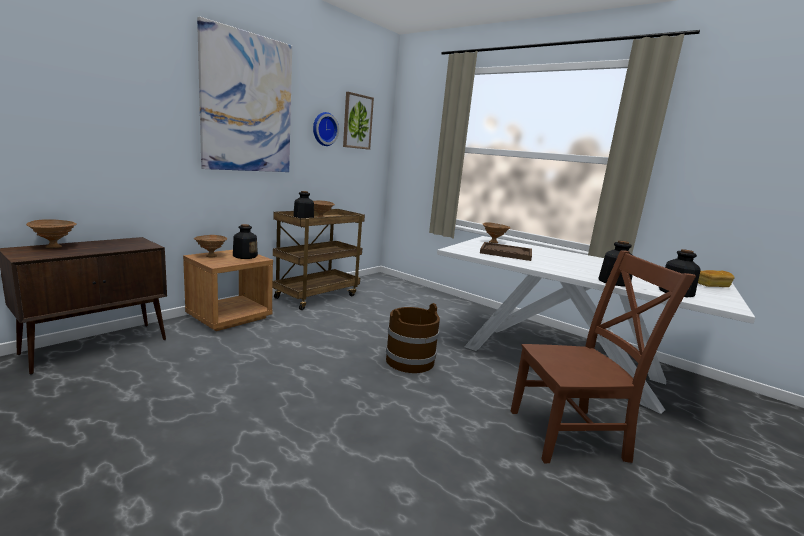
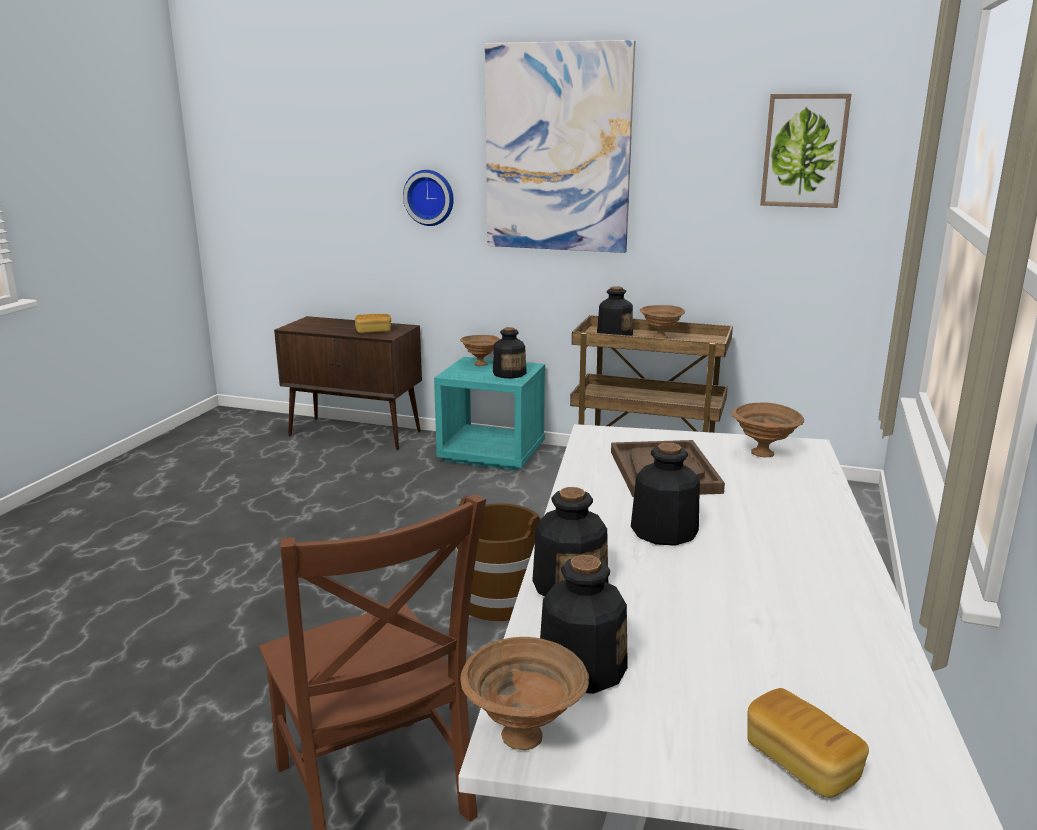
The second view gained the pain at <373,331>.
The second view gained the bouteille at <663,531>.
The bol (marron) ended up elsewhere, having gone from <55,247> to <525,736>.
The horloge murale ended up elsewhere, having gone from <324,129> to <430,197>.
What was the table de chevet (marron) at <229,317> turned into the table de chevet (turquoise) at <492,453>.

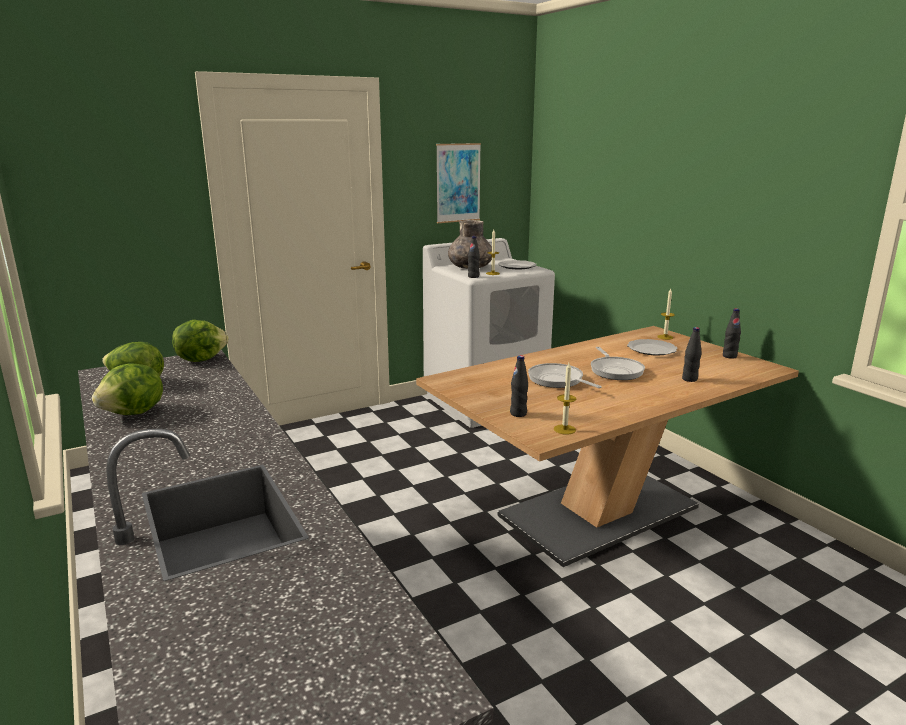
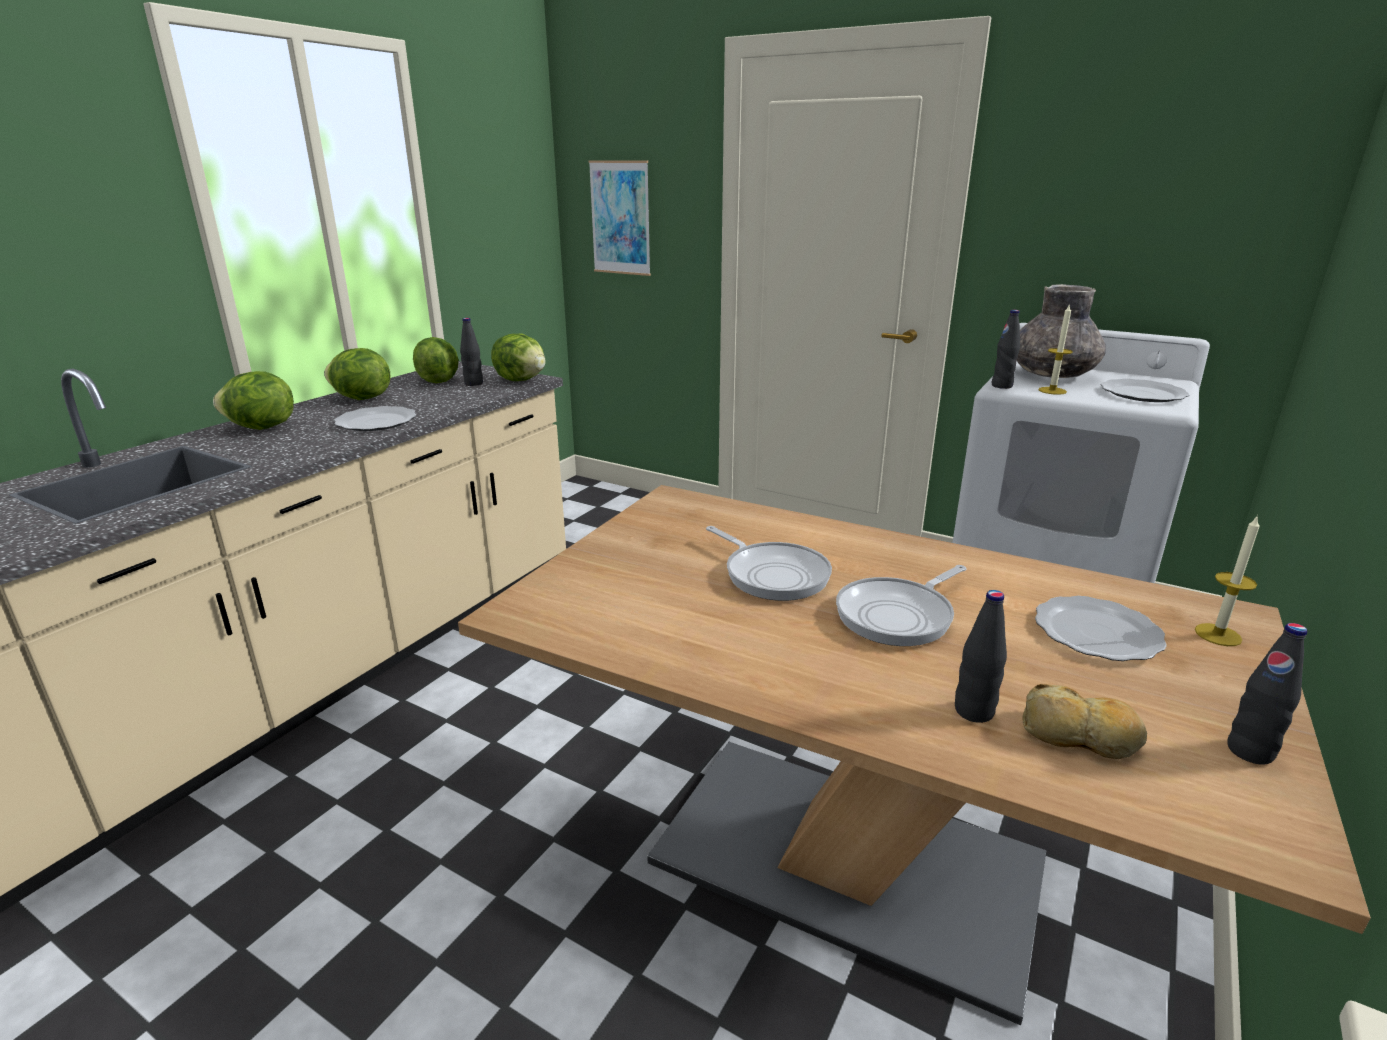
The second view lost the bougie at <564,429>.
The second view gained the laitue at <261,428>.
The second view gained the assiette at <375,422>.
The second view gained the pain at <1080,736>.
The tableau ended up elsewhere, having gone from <458,183> to <620,218>.
The bouteille (noir) ended up elsewhere, having gone from <518,414> to <474,383>.
The poêle at <558,380> ended up facing another way, 120 degrees clockwise from before.

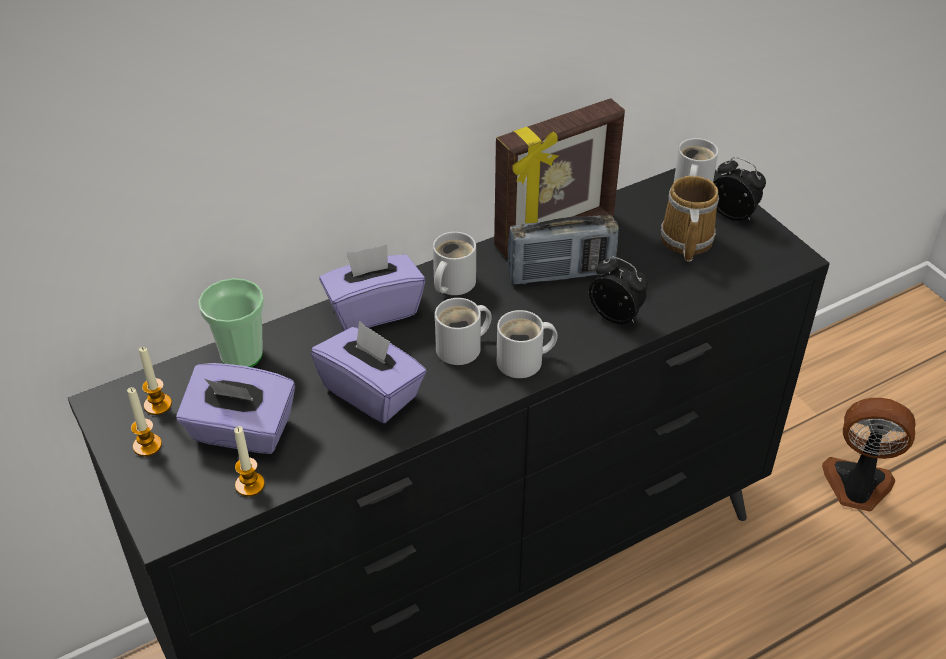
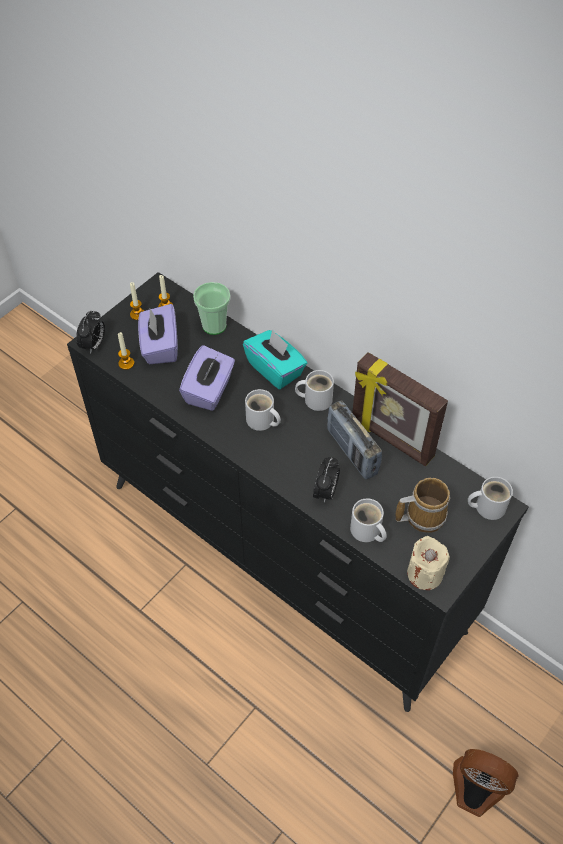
The second view gained the bougie (beige) at <424,574>.
The mug (blanc) ended up elsewhere, having gone from <524,362> to <366,532>.
The réveil ended up elsewhere, having gone from <733,214> to <94,345>.
What was the boîte à mouchoirs (violet) at <373,310> turned into the boîte à mouchoirs (turquoise) at <275,369>.
The ventilateur at <856,486> ended up facing another way, 60 degrees counterclockwise from before.

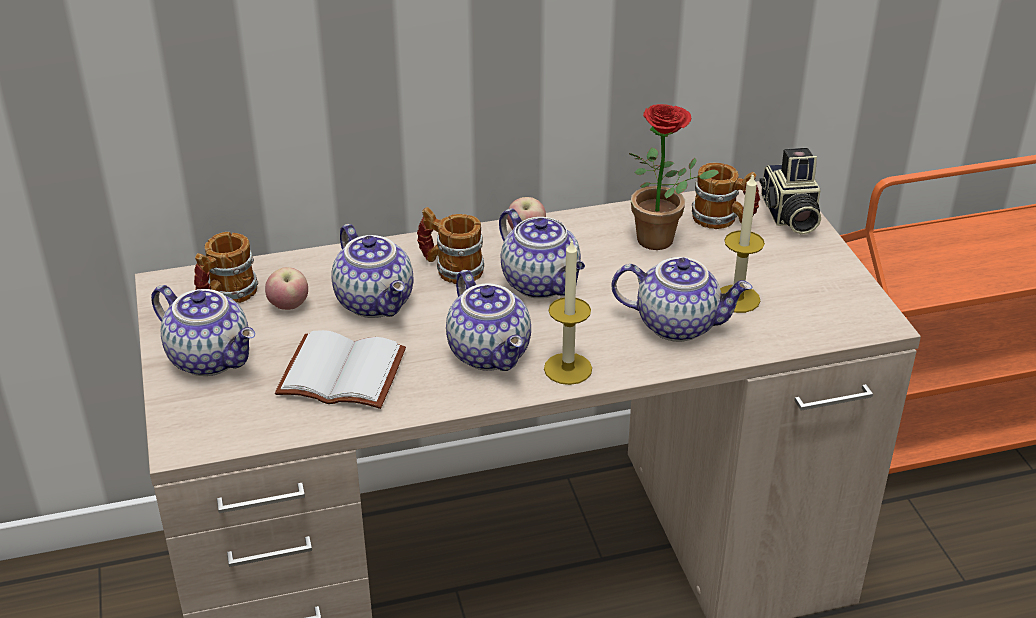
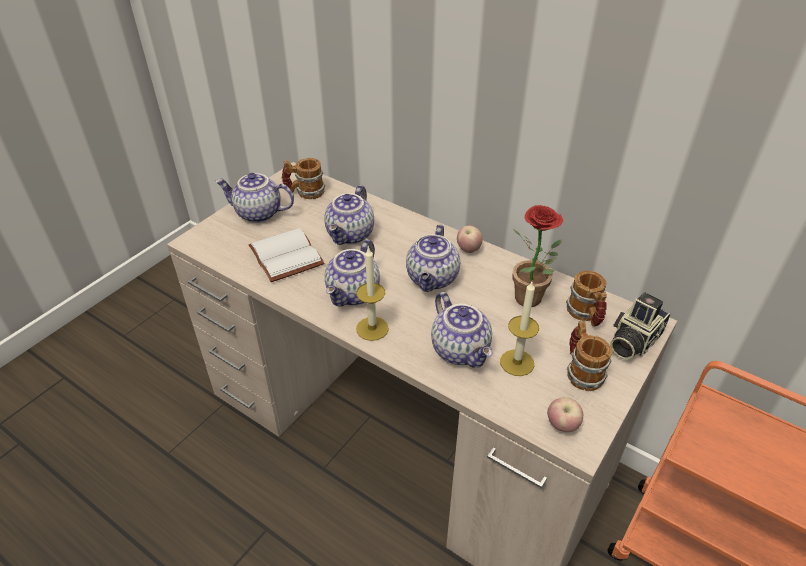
The pomme ended up elsewhere, having gone from <289,306> to <562,425>.
The mug ended up elsewhere, having gone from <451,268> to <581,370>.
The théière at <212,358> ended up facing another way, 105 degrees clockwise from before.

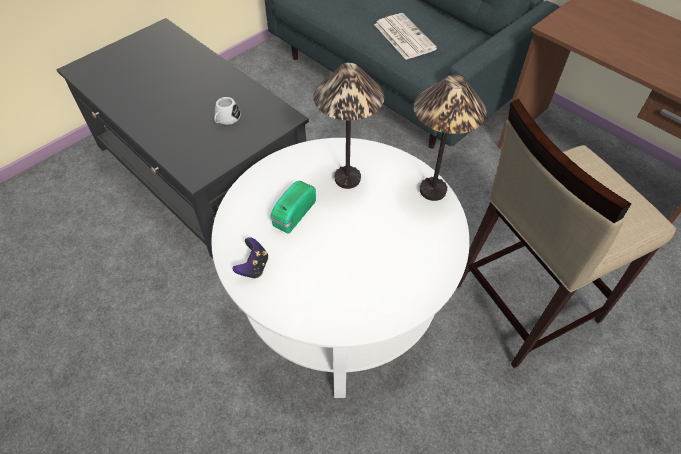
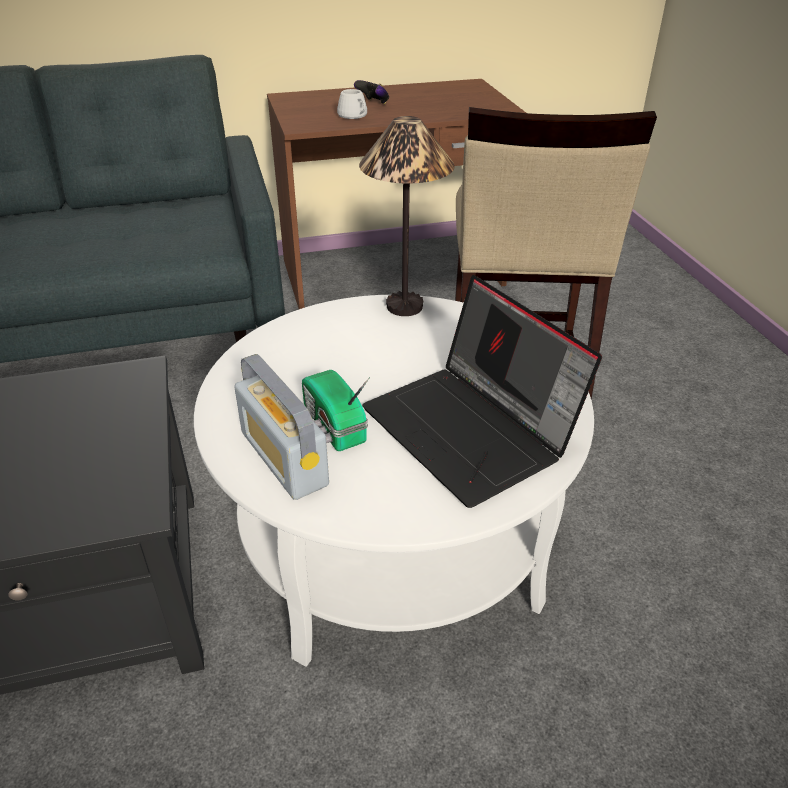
The second view lost the lampe de table at <348,178>.
The second view lost the journal at <403,36>.
The second view gained the radio at <284,458>.
The second view gained the ordinateur portable at <472,431>.
The mug (blanc) ended up elsewhere, having gone from <226,119> to <354,116>.
The manette ended up elsewhere, having gone from <253,267> to <373,103>.

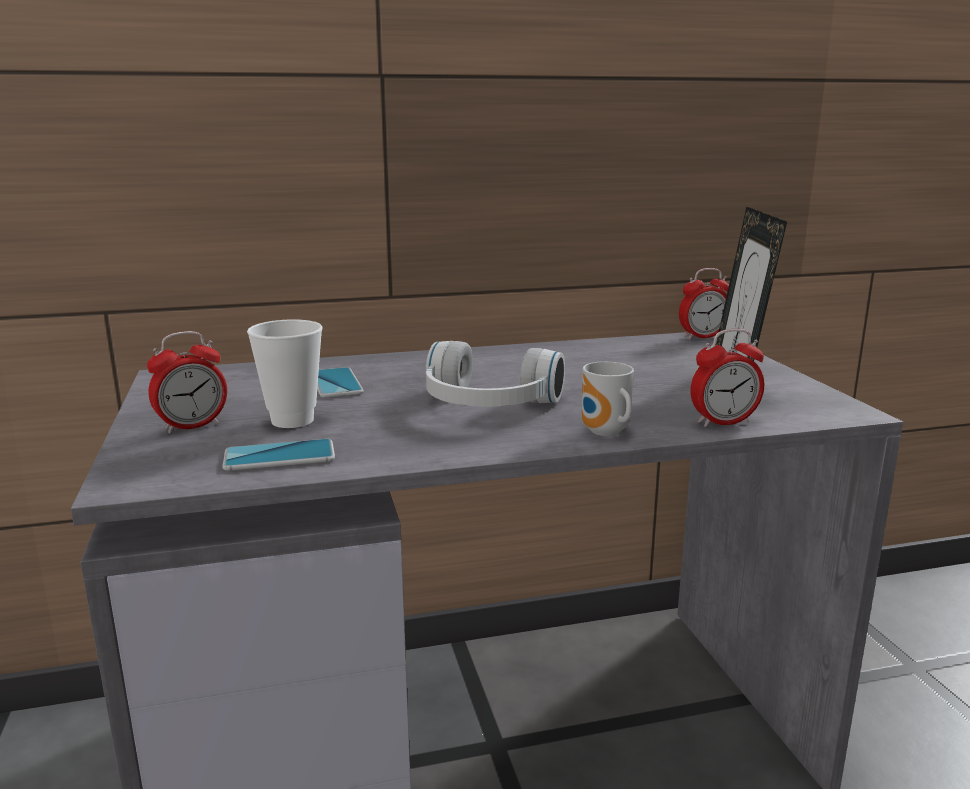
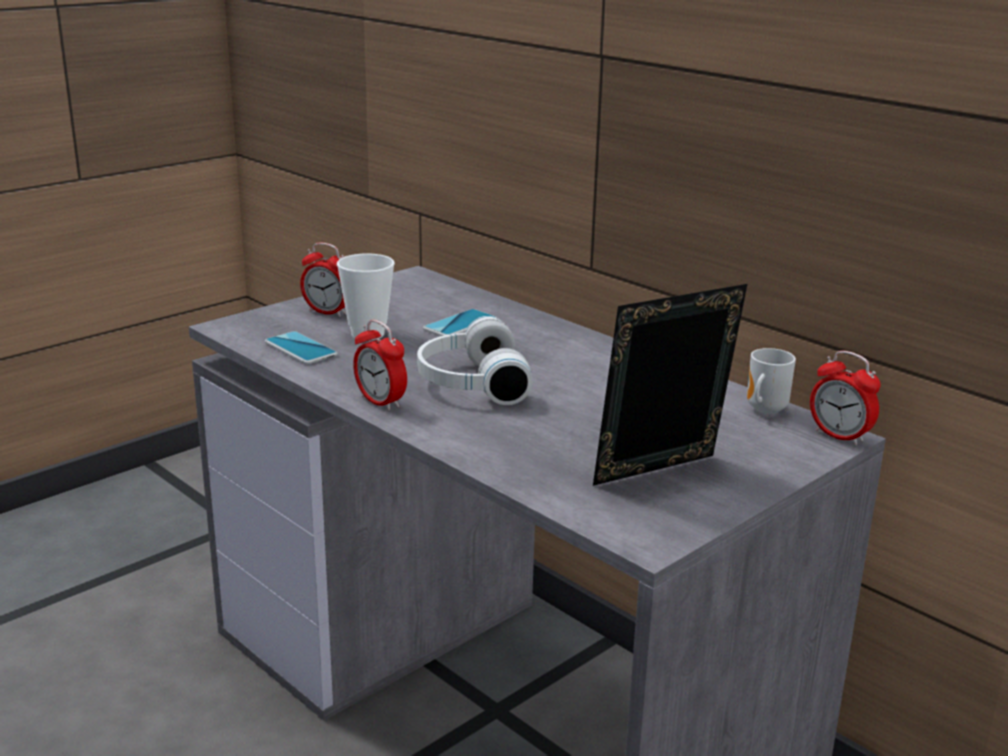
The mug ended up elsewhere, having gone from <605,433> to <763,410>.
The réveil ended up elsewhere, having gone from <723,422> to <380,402>.

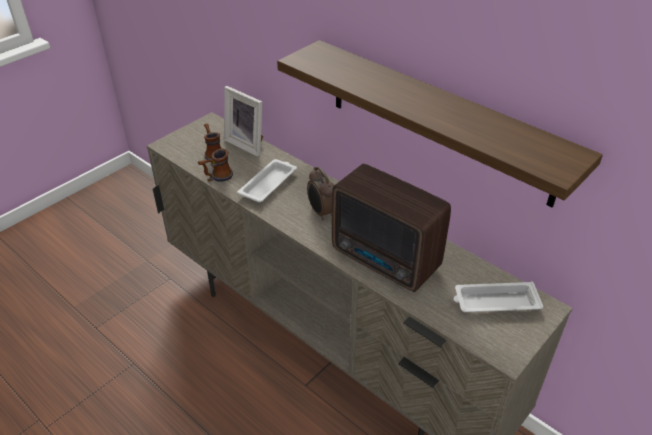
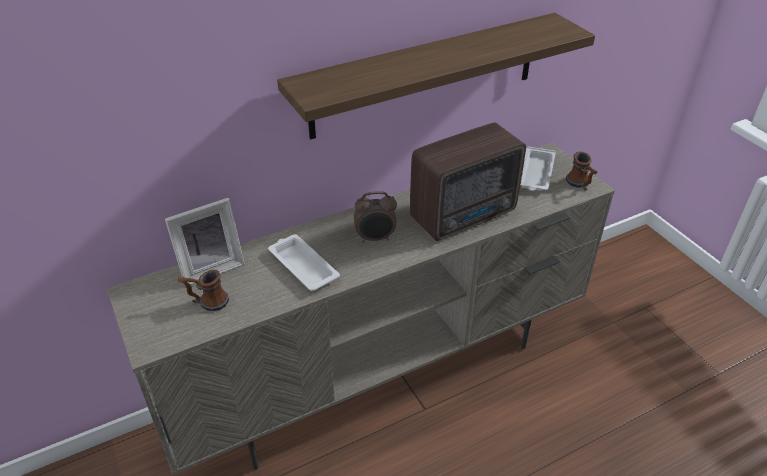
The mug ended up elsewhere, having gone from <217,177> to <580,185>.

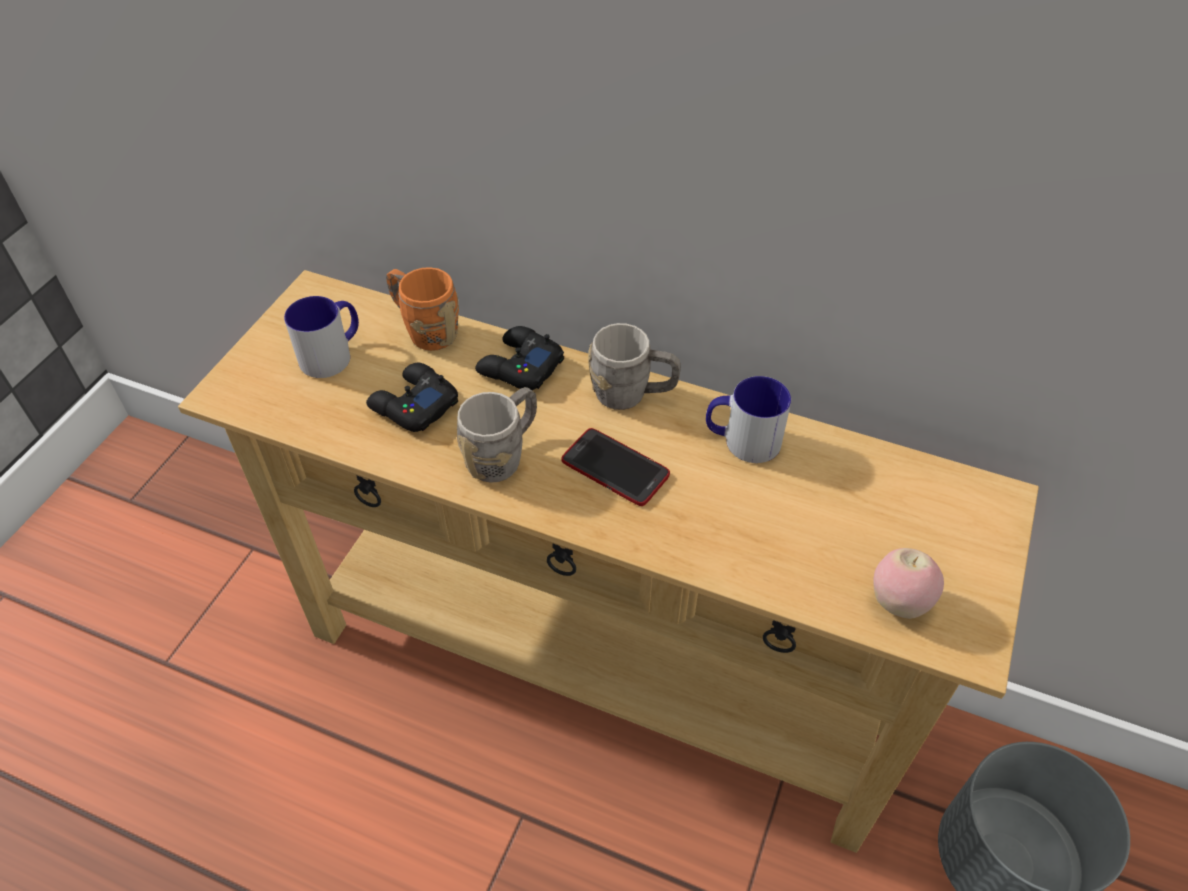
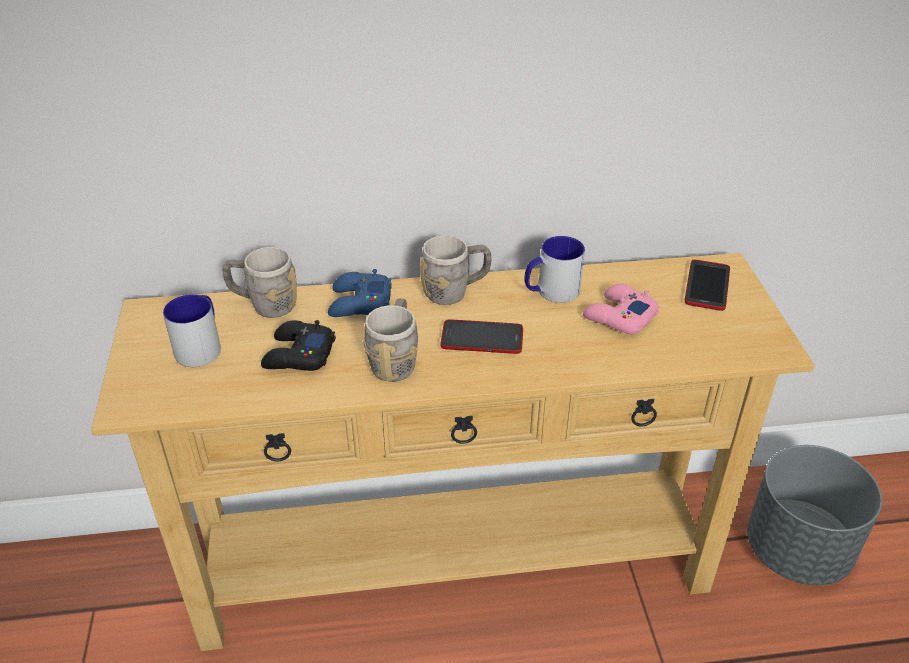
The second view lost the pomme at <898,602>.
The second view gained the manette (rose) at <619,316>.
The second view gained the téléphone at <707,286>.
What was the mug (orange) at <425,330> turned into the mug (gris) at <264,305>.
What was the manette (noir) at <519,367> turned into the manette (bleu) at <359,303>.

